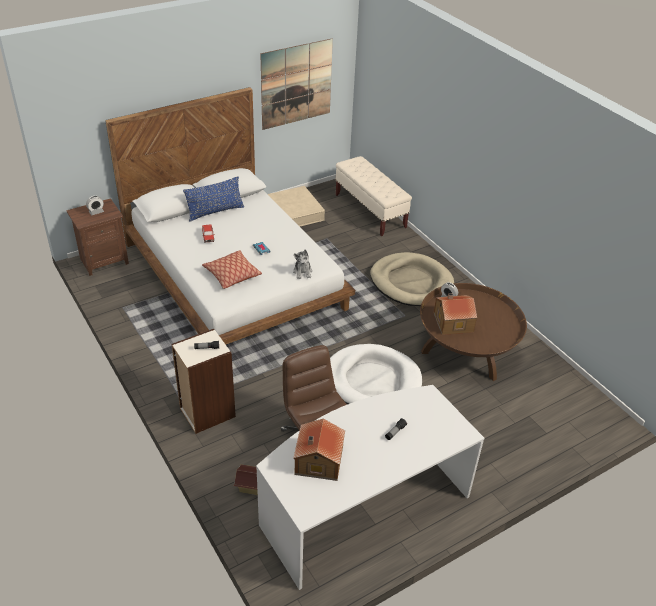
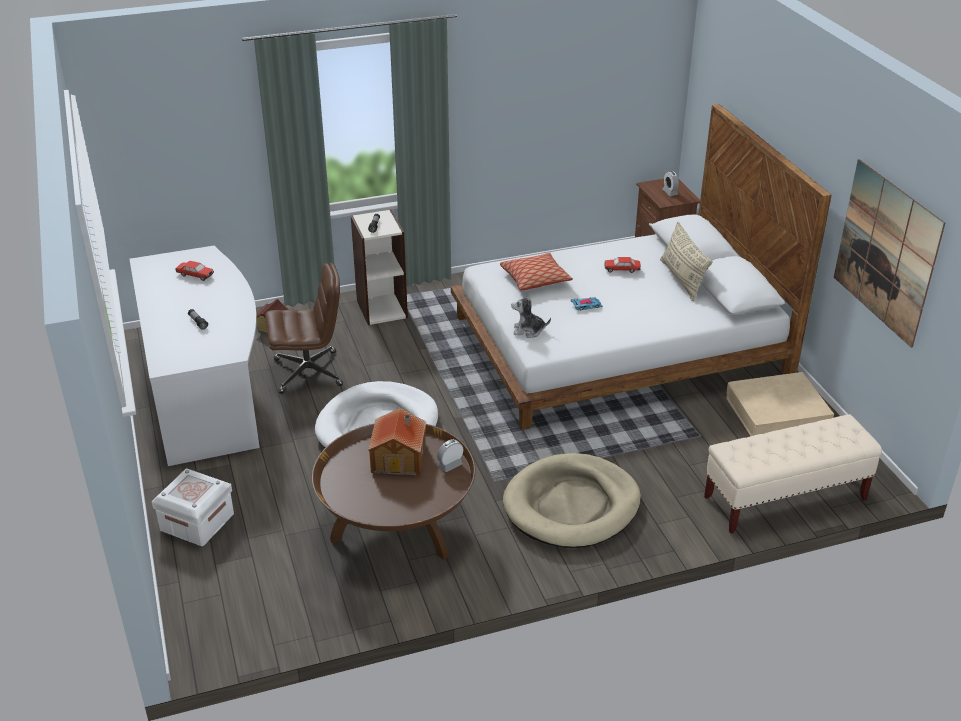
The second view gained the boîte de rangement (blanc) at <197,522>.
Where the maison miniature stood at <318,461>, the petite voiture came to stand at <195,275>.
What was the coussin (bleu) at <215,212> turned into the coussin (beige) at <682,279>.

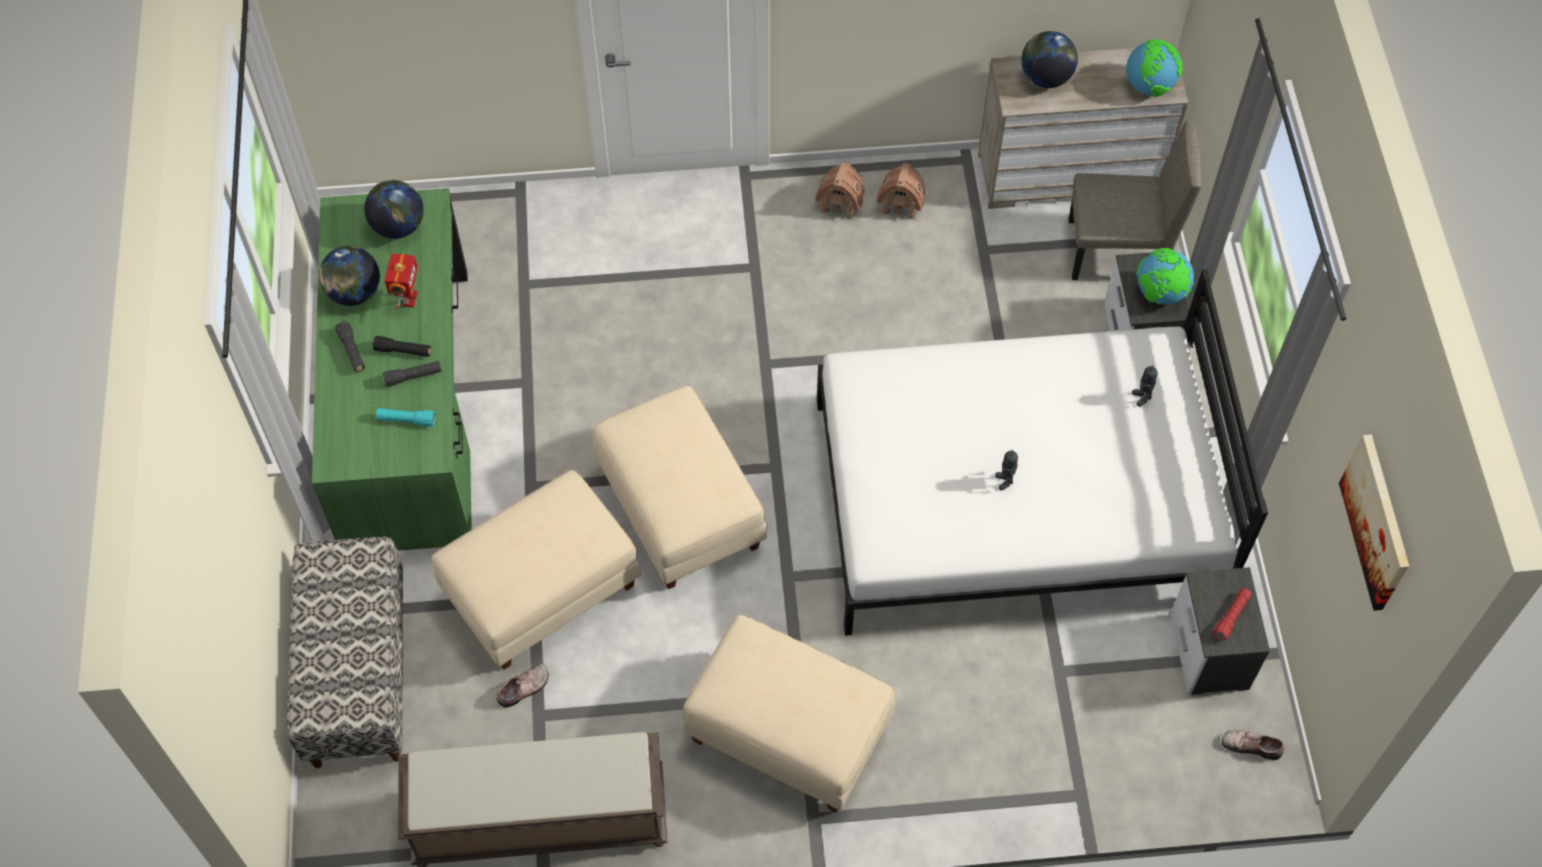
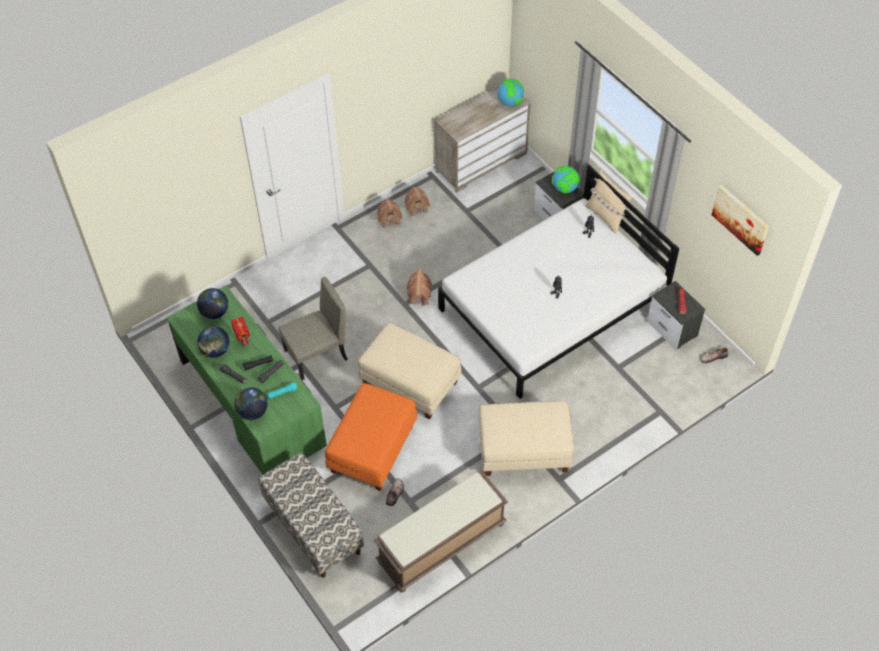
The second view gained the maison miniature at <419,297>.
The second view gained the coussin (beige) at <605,216>.
The globe ended up elsewhere, having gone from <1046,78> to <253,412>.
The chaise (beige) ended up elsewhere, having gone from <1116,252> to <316,355>.
What was the pouf (beige) at <541,589> turned into the pouf (orange) at <372,448>.

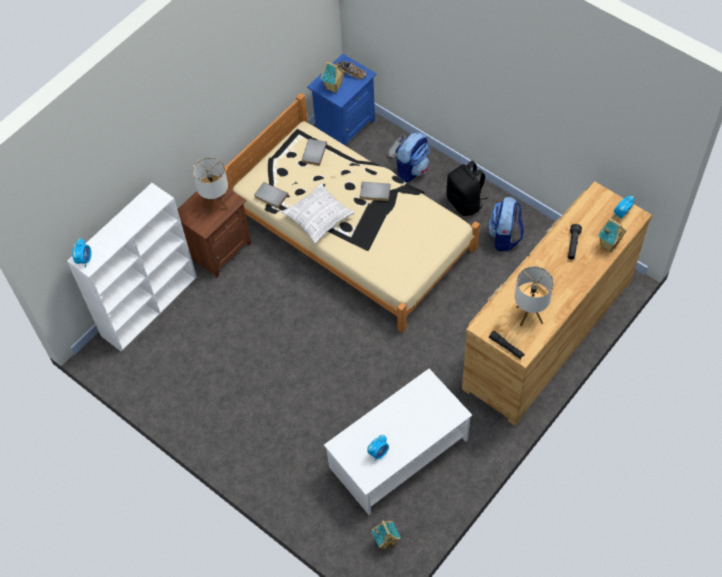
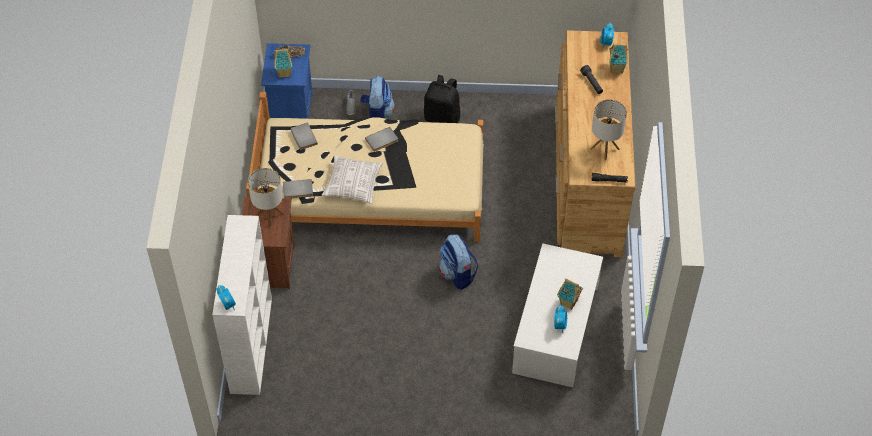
The maison miniature ended up elsewhere, having gone from <386,541> to <568,302>.
The sac à dos ended up elsewhere, having gone from <505,237> to <457,274>.

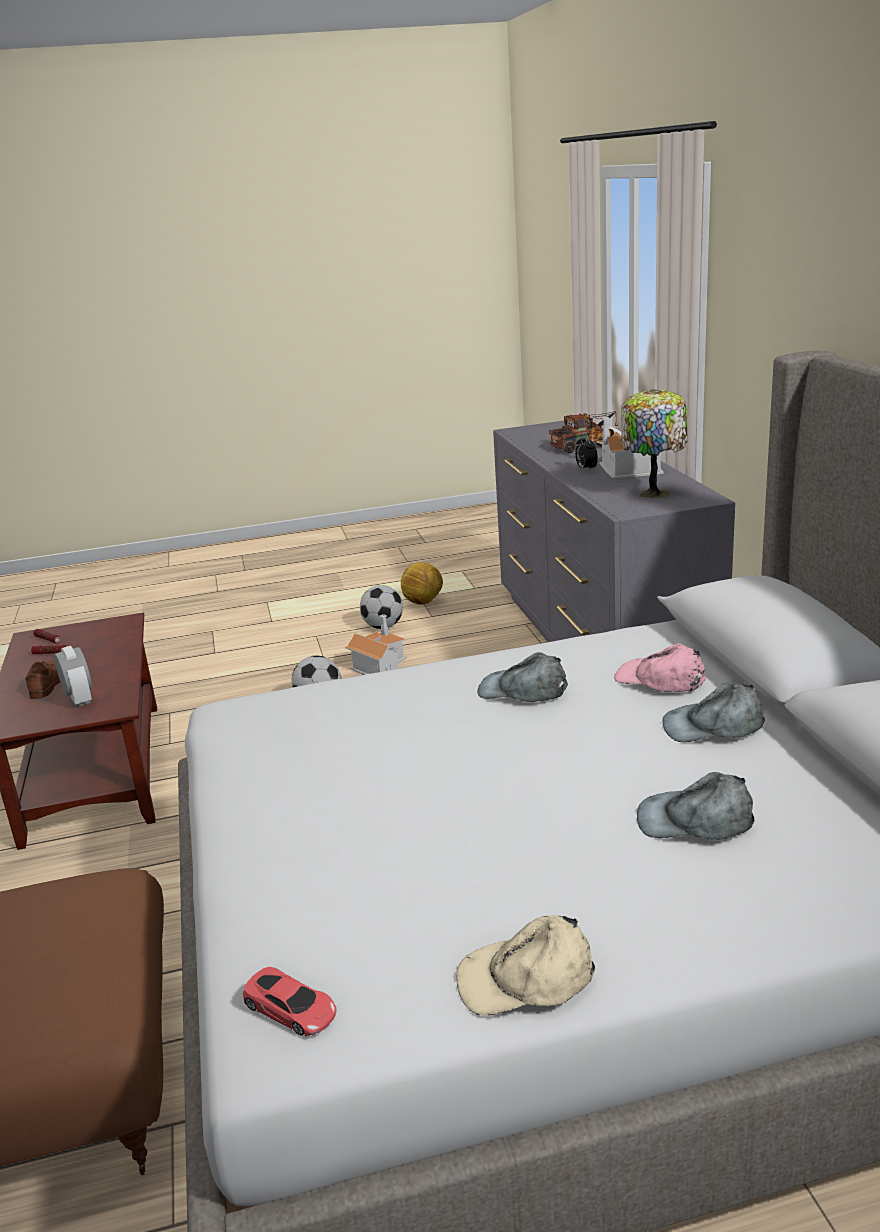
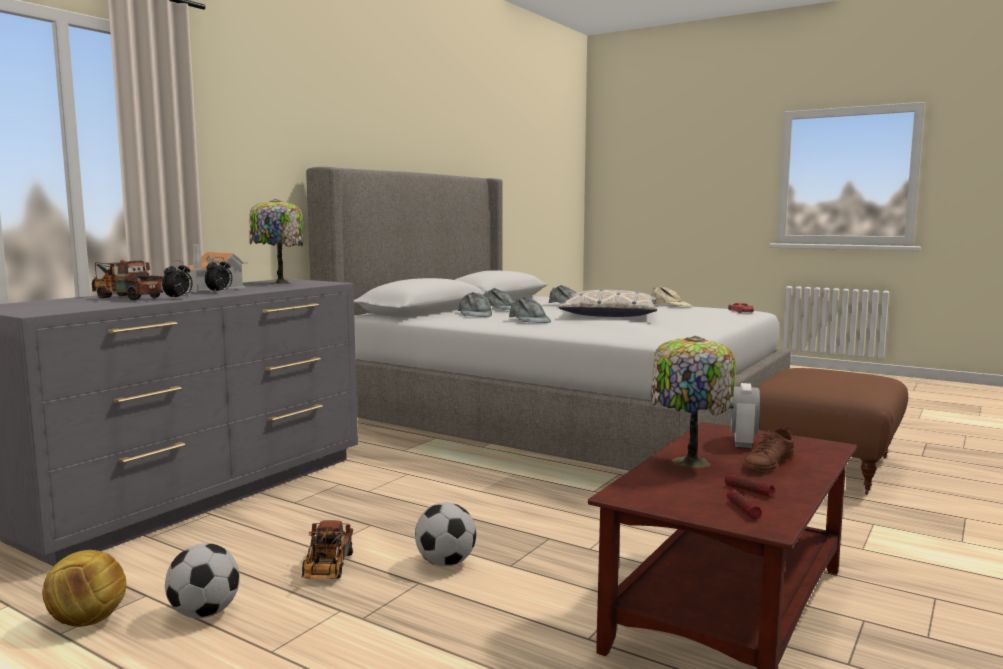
The second view gained the réveil at <178,298>.
The second view gained the coussin at <609,315>.
The second view gained the lampe de table at <688,462>.
Where the maison miniature stood at <379,665>, the camion jouet came to stand at <327,569>.
What was the casquette (rose) at <659,679> turned into the casquette (gris) at <475,314>.

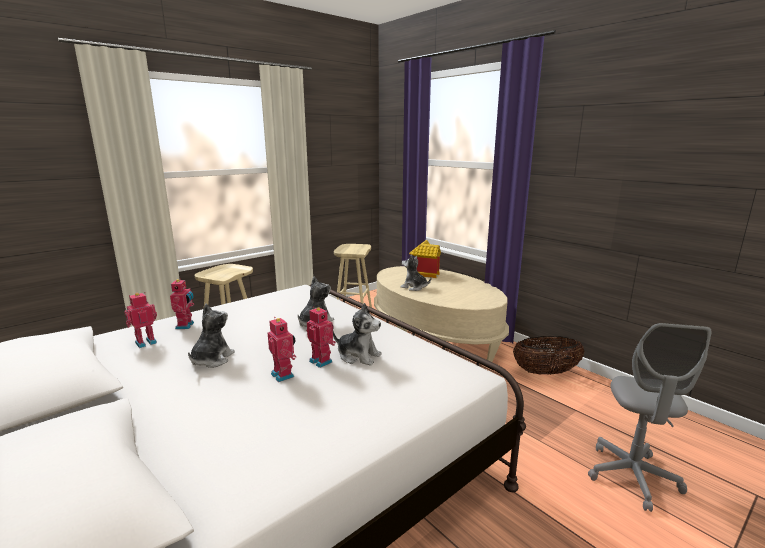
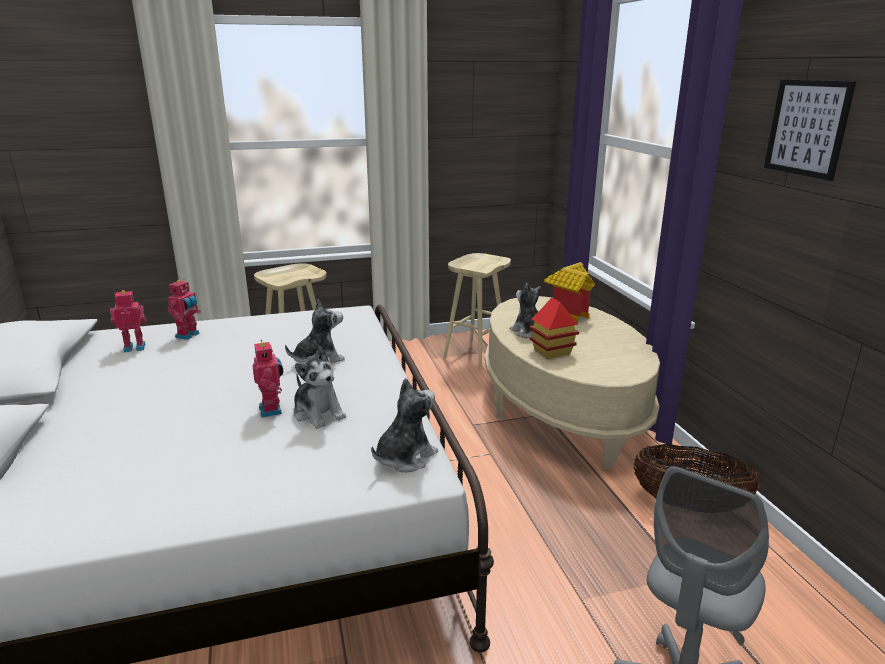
The second view lost the robot jouet at <284,375>.
The second view gained the maison miniature at <552,352>.
The second view gained the tableau at <807,128>.
The peluche ended up elsewhere, having gone from <211,359> to <404,457>.

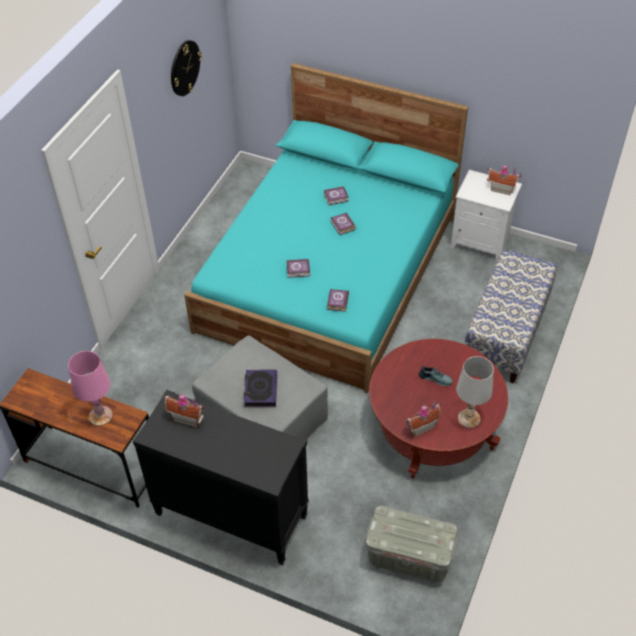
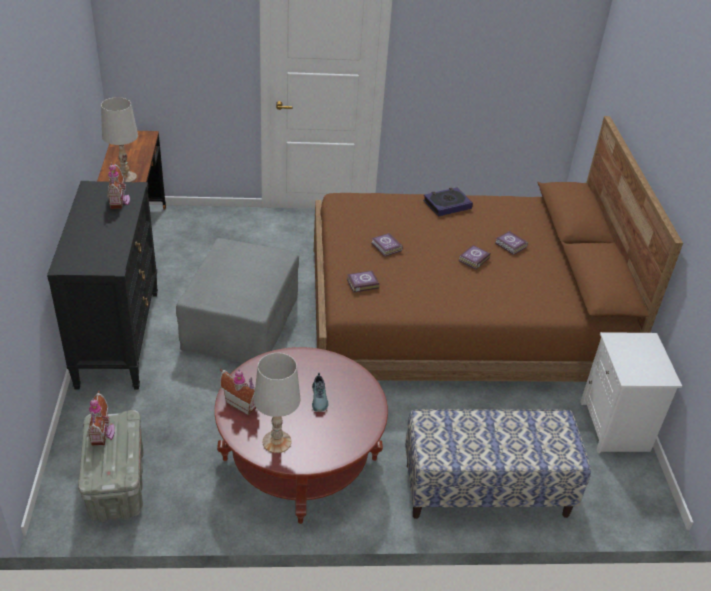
The second view lost the horloge murale at <184,68>.
The livre ended up elsewhere, having gone from <260,390> to <447,204>.
The maison miniature ended up elsewhere, having gone from <501,189> to <103,433>.
What was the lampe de table (rose) at <101,415> turned into the lampe de table (blanc) at <125,177>.
What was the lit (turquoise) at <329,273> turned into the lit (marron) at <459,316>.

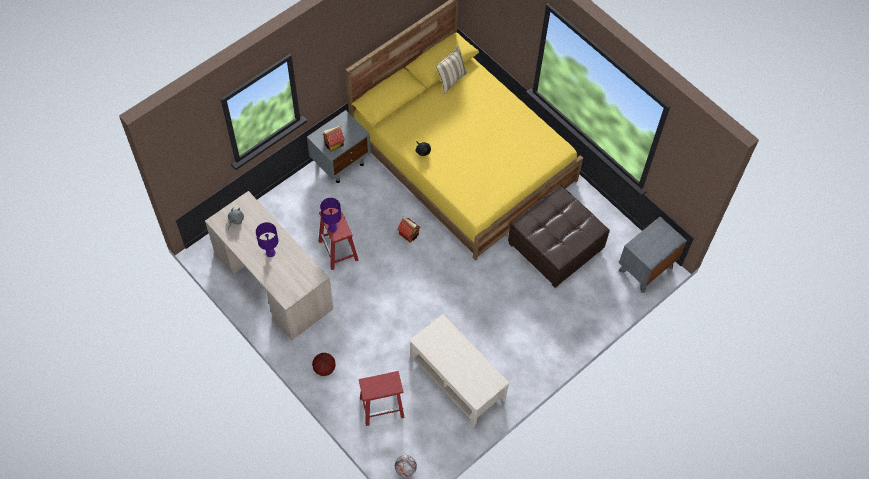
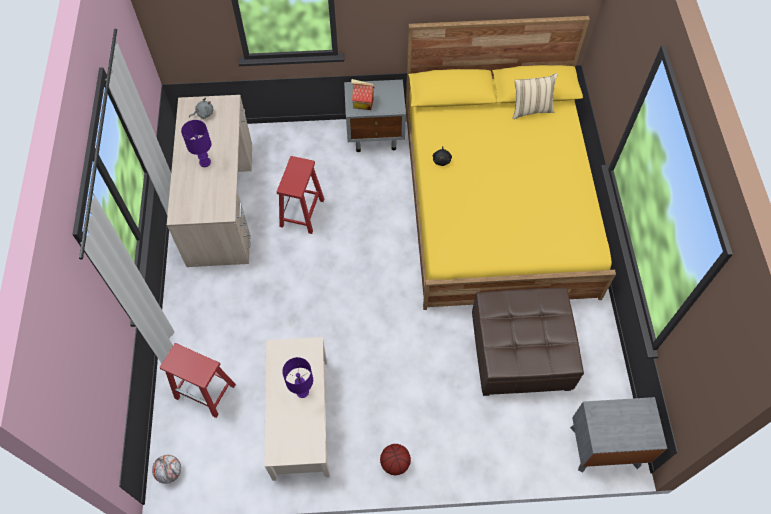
The second view lost the maison miniature at <409,234>.
The ballon de basket ended up elsewhere, having gone from <324,369> to <395,463>.
The lampe de table (violet) ended up elsewhere, having gone from <332,228> to <302,391>.

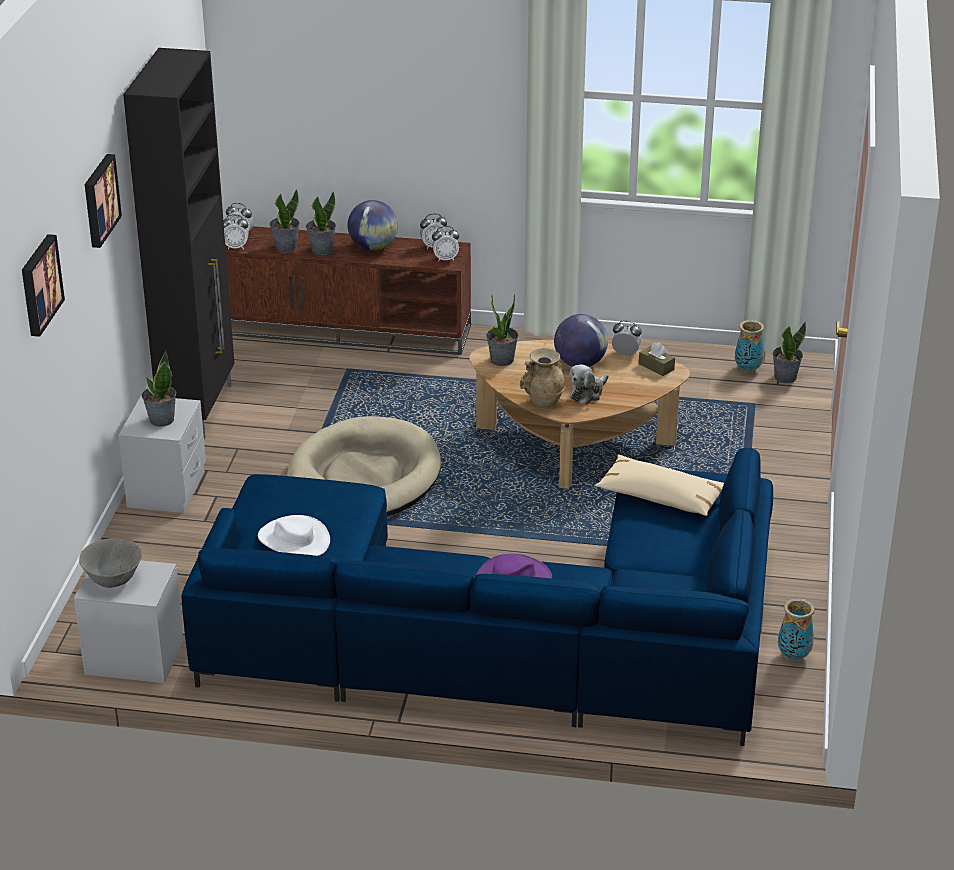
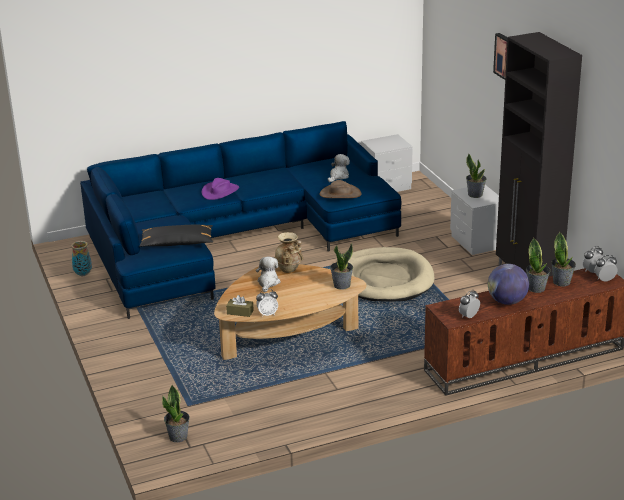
The second view lost the tableau at <39,284>.
The second view lost the bol (gris) at <113,580>.
The second view lost the réveil at <445,259>.
The second view lost the globe at <580,364>.
The second view lost the vase at <747,369>.
The second view gained the chapeau (marron) at <340,194>.
Where the chapeau (blanc) stood at <294,539>, the peluche came to stand at <338,176>.
What was the coussin (beige) at <661,496> turned into the coussin (noir) at <177,243>.

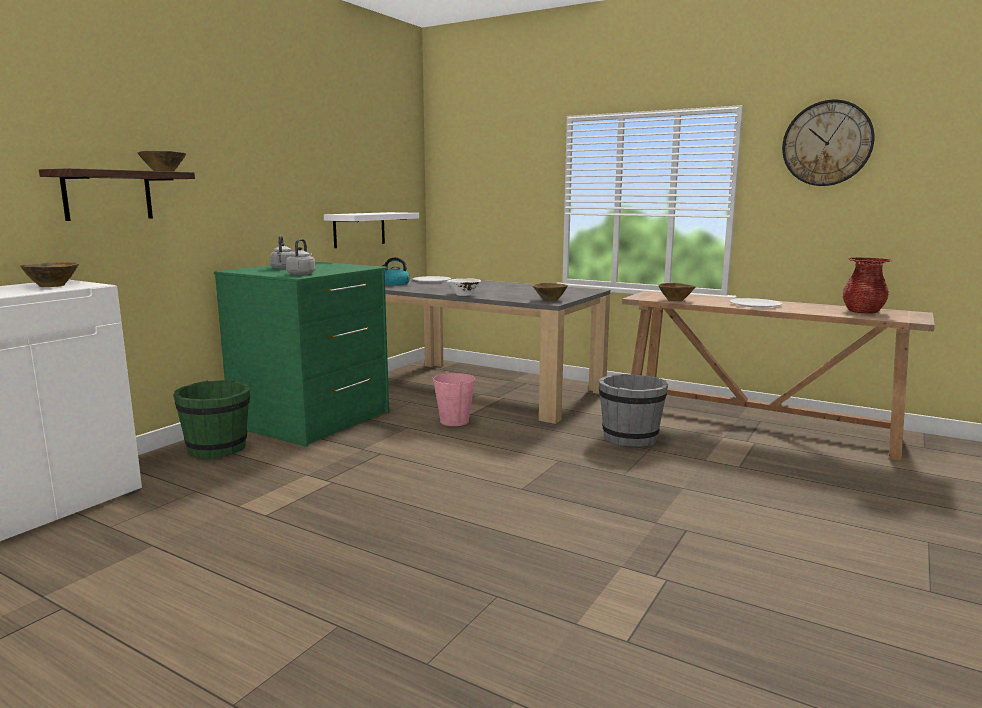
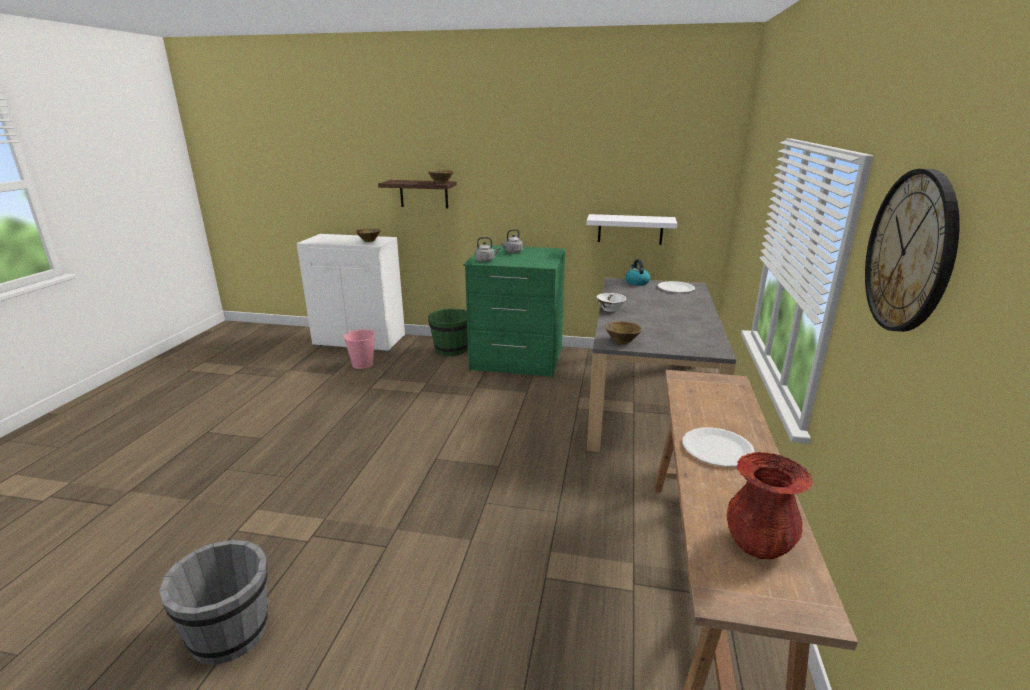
The second view lost the bol (marron) at <675,300>.
The seau (rose) ended up elsewhere, having gone from <454,421> to <362,364>.
The seau (gris) ended up elsewhere, having gone from <630,438> to <231,633>.

